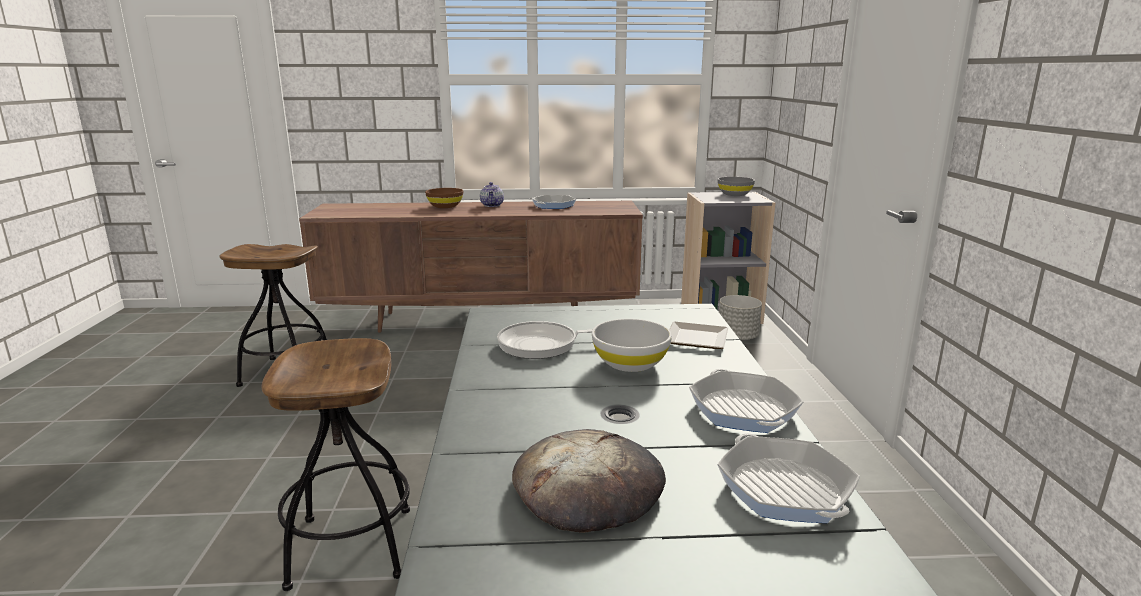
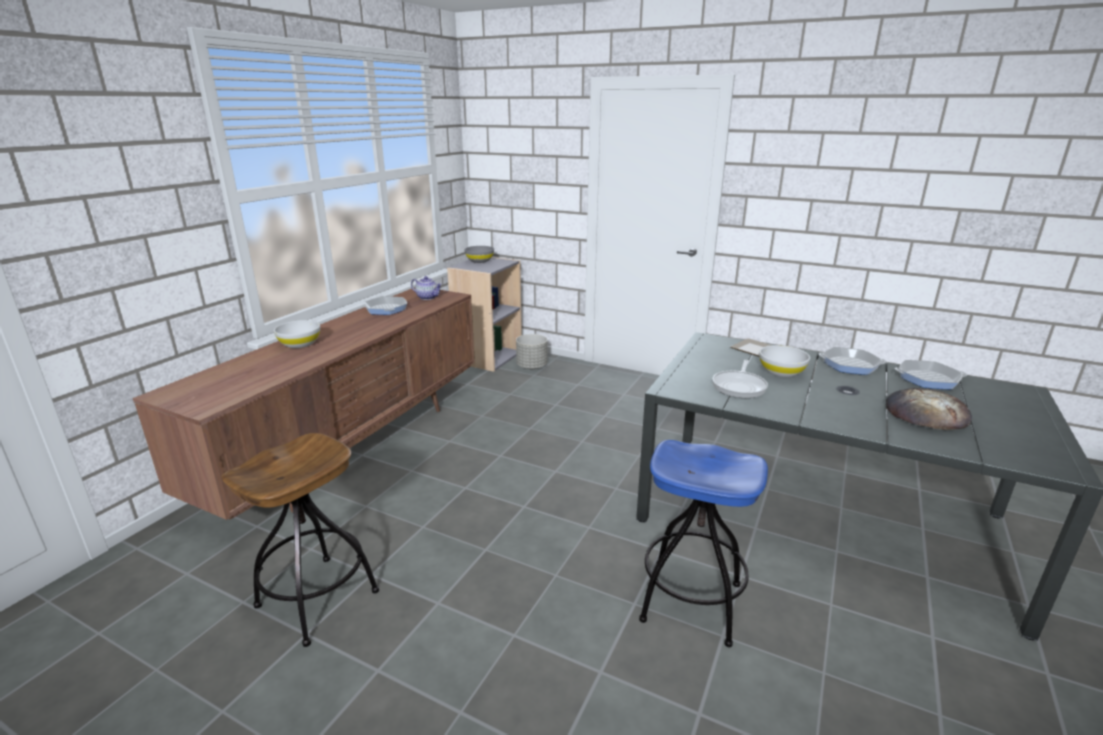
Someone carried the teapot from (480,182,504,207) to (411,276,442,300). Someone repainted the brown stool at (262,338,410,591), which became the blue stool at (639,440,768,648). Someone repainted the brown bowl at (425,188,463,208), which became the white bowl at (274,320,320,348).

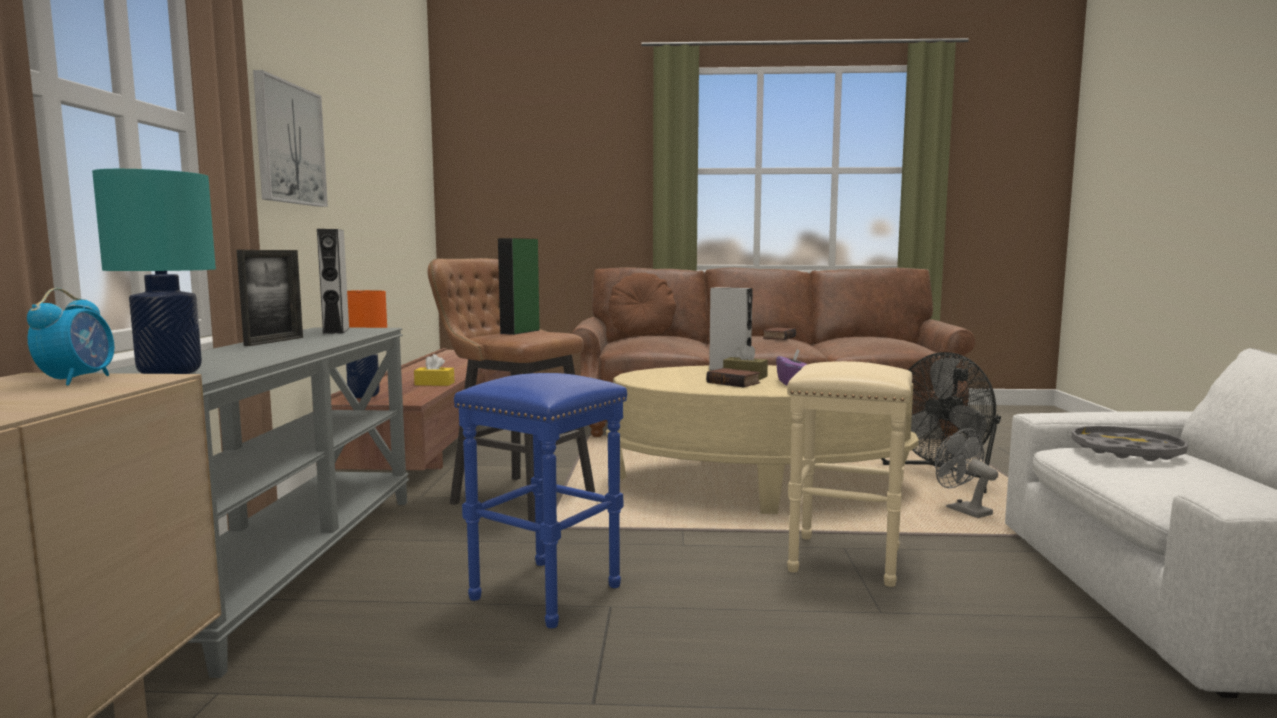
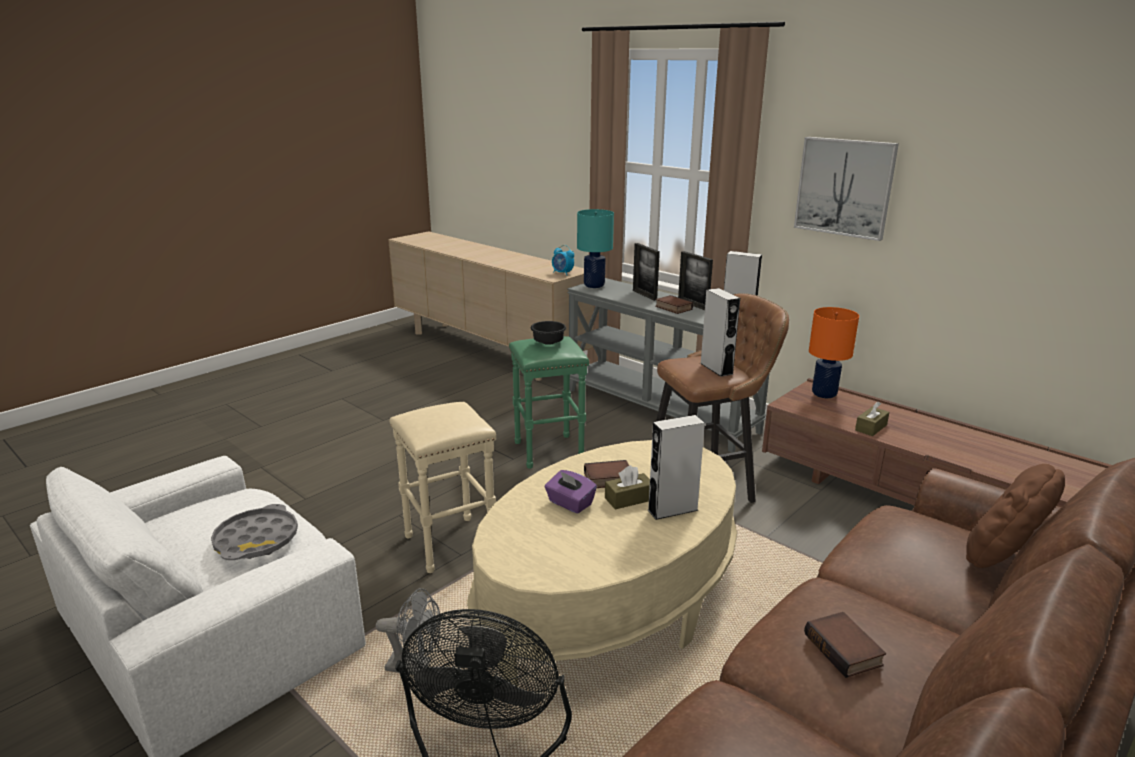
Someone put down the black bowl at (531,321,566,345). Someone put down the picture frame at (633,243,660,301). Someone put down the book at (655,295,693,314). Someone repainted the yellow tissue box at (414,354,454,386), which became the brown tissue box at (855,402,889,436). Someone repainted the blue stool at (454,373,627,628), which became the green stool at (509,336,589,469). Someone repainted the green speaker at (498,238,540,335), which became the grey speaker at (700,288,740,377).

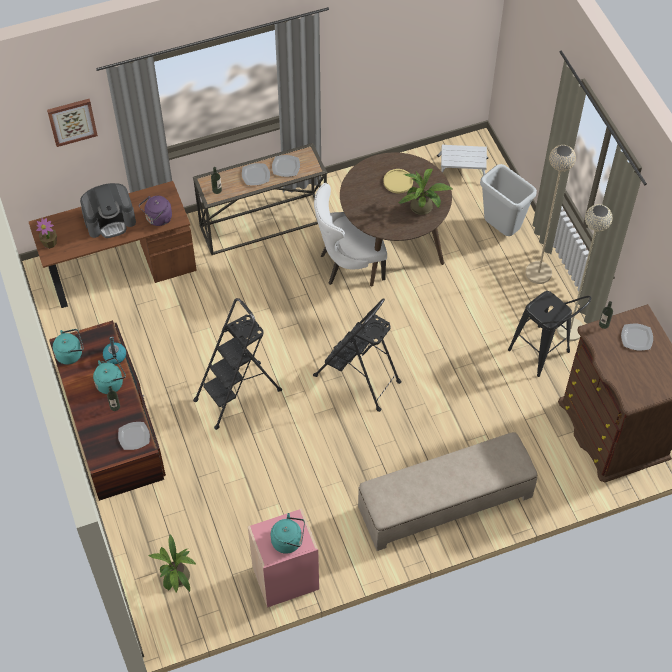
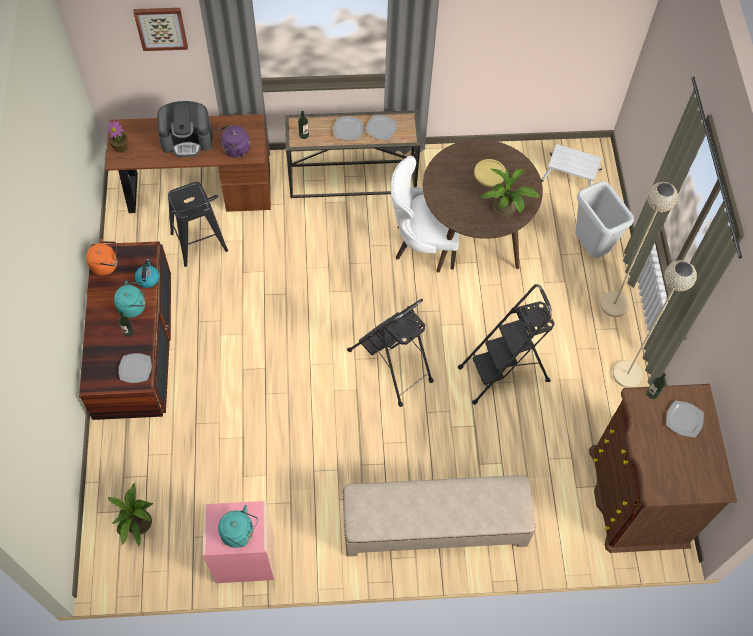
Someone carried the step ladder from (193,298,282,430) to (458,284,555,405). Someone carried the black stool from (508,291,592,377) to (168,182,228,267). Someone repainted the turquoise kettle at (53,329,84,365), which became the orange kettle at (86,239,117,276).

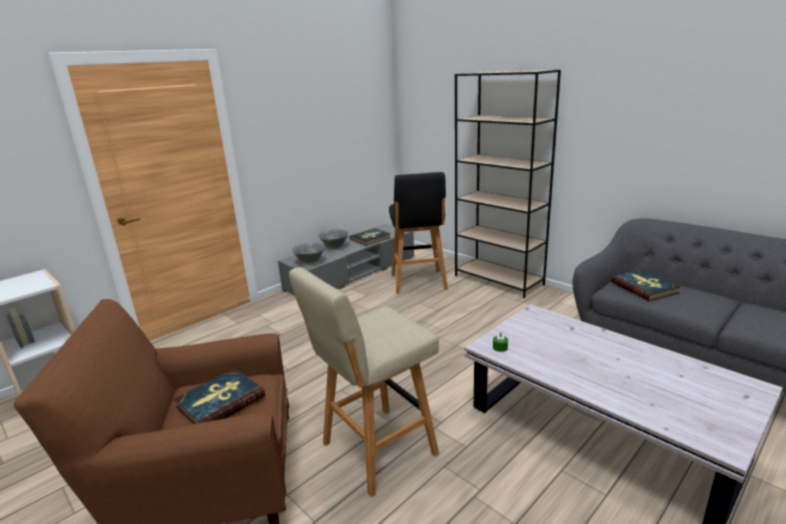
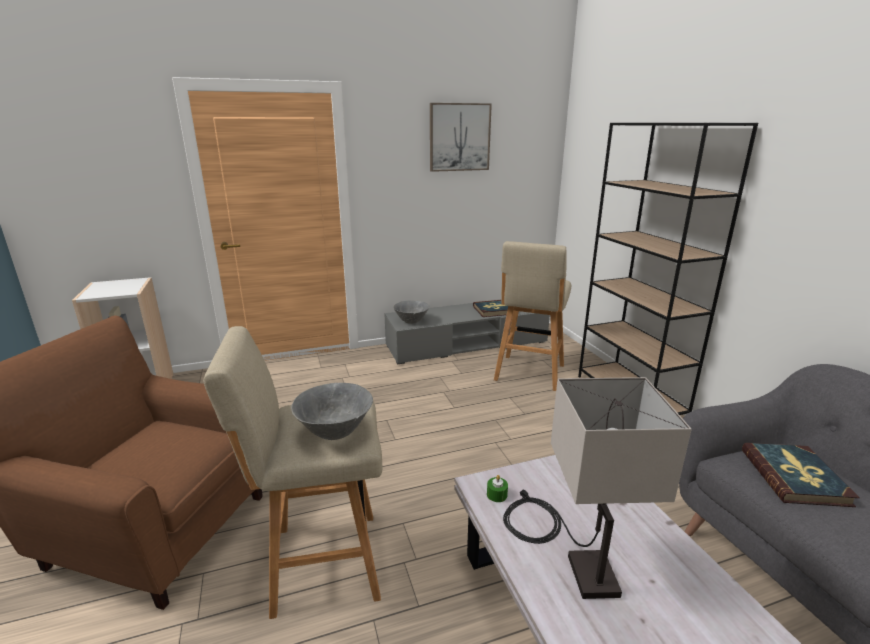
Someone took away the book at (174,368,265,424). Someone put up the picture at (430,103,492,172). Someone put down the table lamp at (503,377,692,599). Someone carried the grey bowl from (318,229,349,249) to (291,383,373,440). Someone repainted the black stool at (389,172,448,294), which became the beige stool at (494,241,571,391).

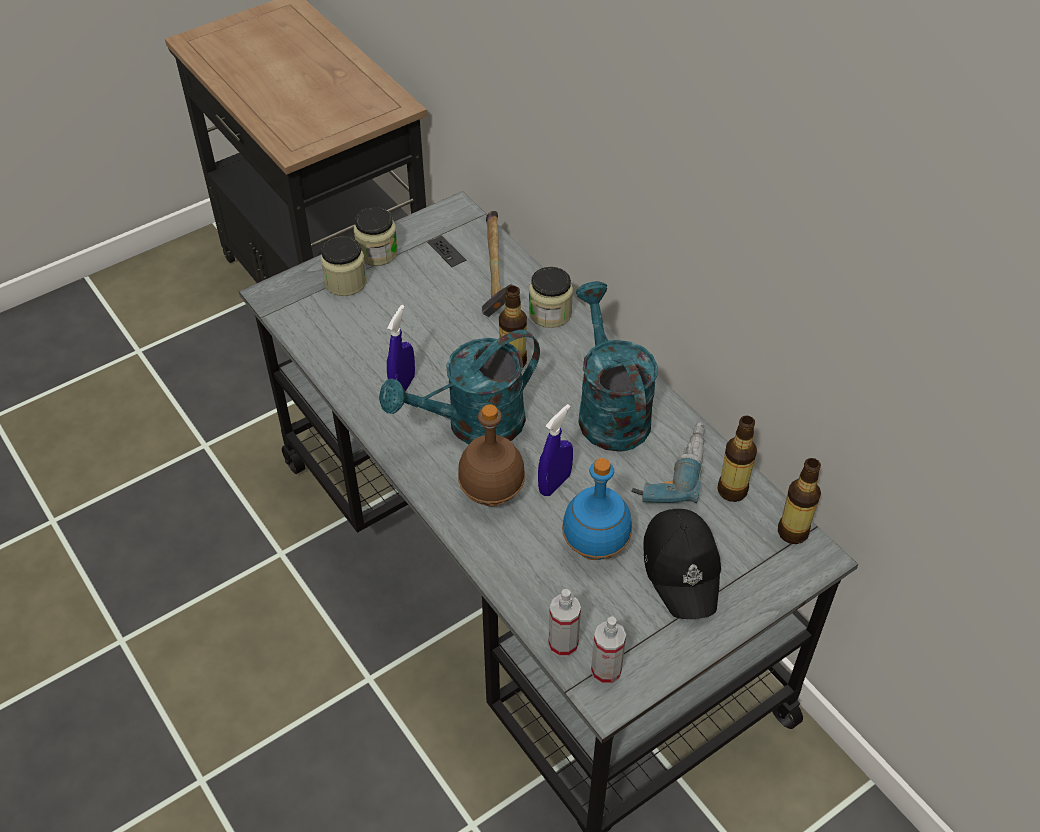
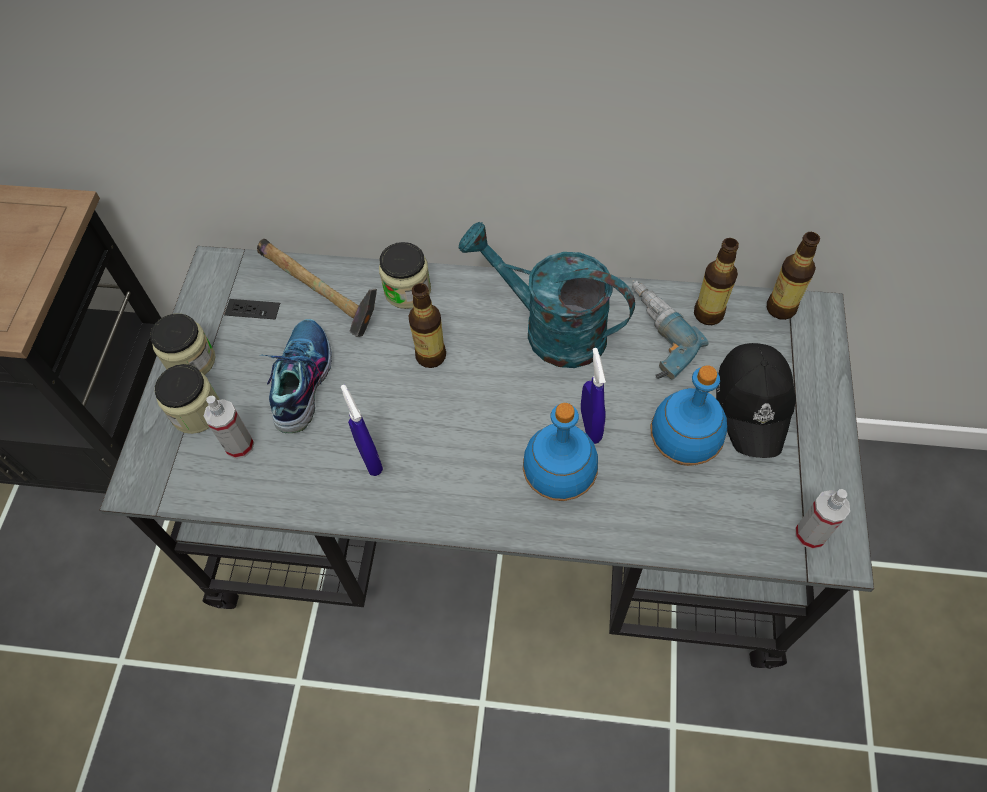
Someone took away the turquoise watering can at (379,330,540,444). Someone put down the shoe at (259,319,332,433). Someone carried the spray bottle from (548,589,581,657) to (204,396,254,459). Someone repainted the brown bottle at (458,404,525,507), which became the blue bottle at (523,403,598,501). Someone rotated the black cap at (644,509,721,619) by 60 degrees clockwise.

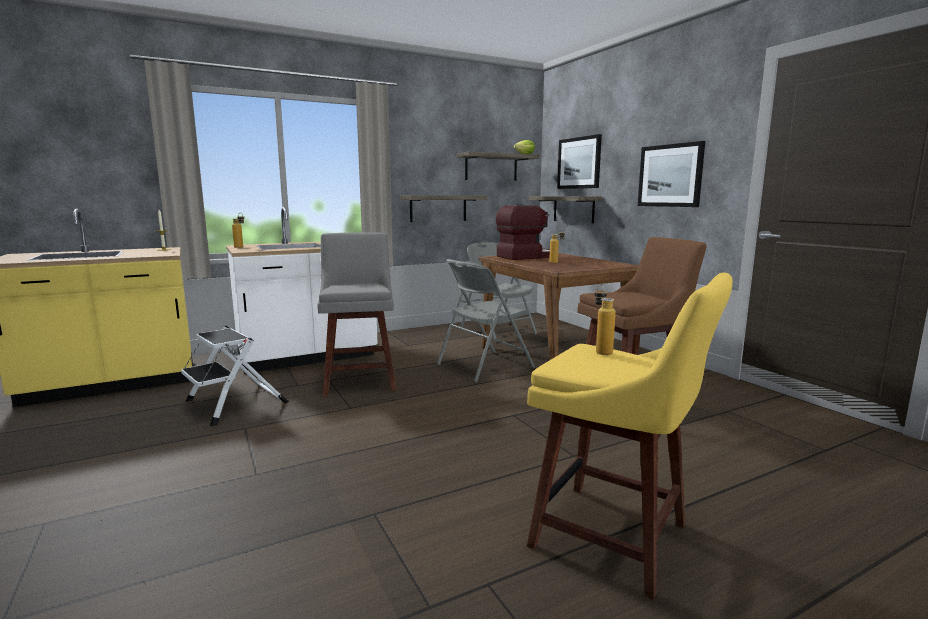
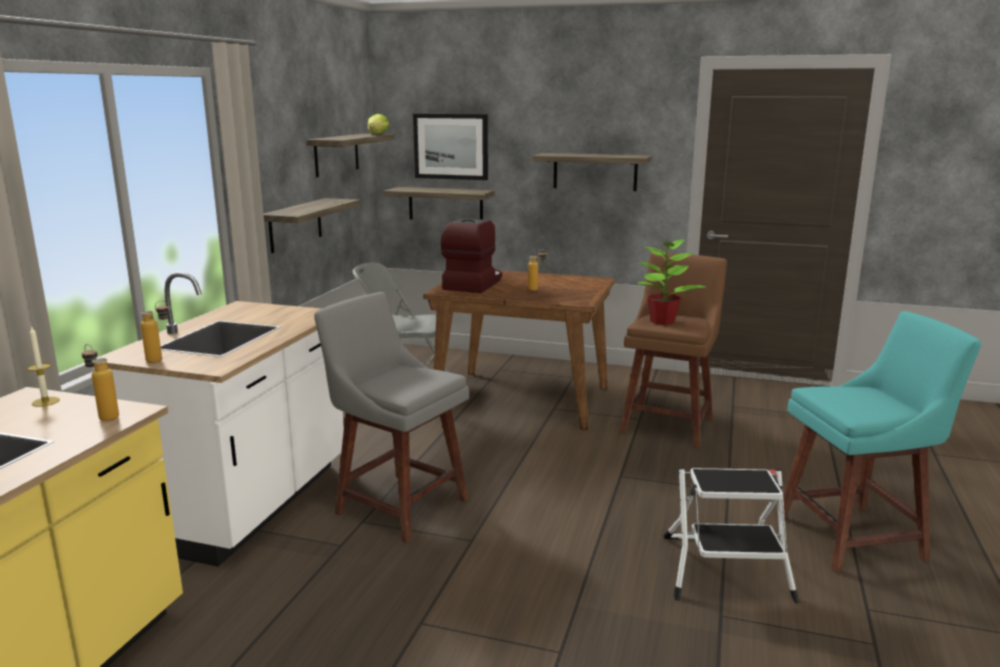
Someone took away the grey chair at (437,259,535,383). Someone put down the potted plant at (638,235,706,325). Someone carried the step ladder from (181,326,289,426) to (663,467,799,603). Someone carried the bottle from (594,284,616,355) to (82,344,119,421). Someone swapped the picture at (638,141,705,207) for the shelf at (533,153,652,191). Someone repainted the yellow stool at (527,273,733,600), which became the turquoise stool at (777,311,981,573).

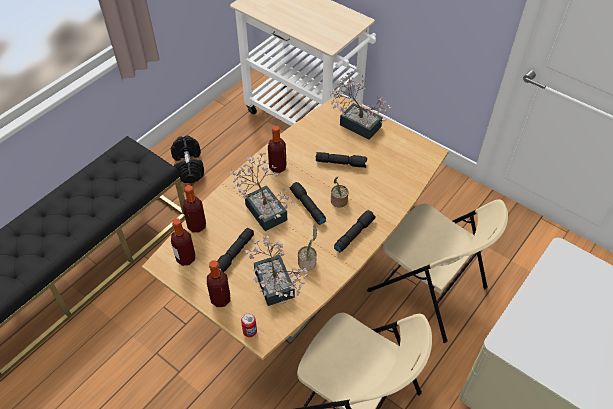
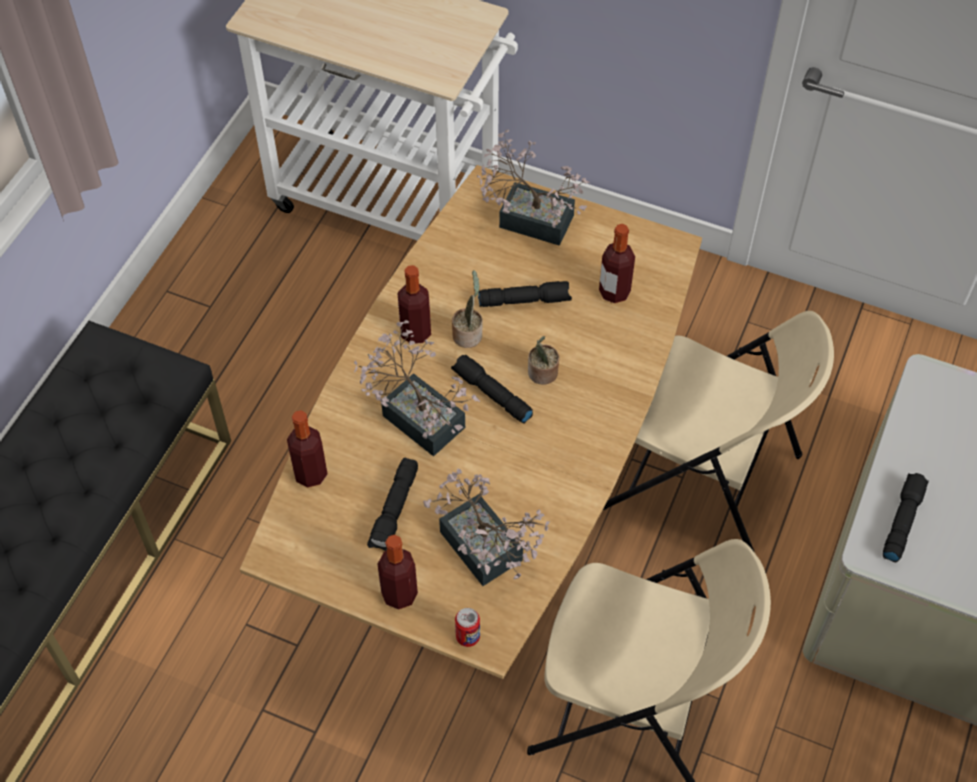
Someone took away the black dumbbell at (171,135,204,183). Someone carried the bottle from (171,218,195,266) to (599,224,635,303). Someone carried the potted plant from (298,224,317,271) to (452,270,483,348). Someone carried the black flashlight from (334,210,376,252) to (883,473,929,562).

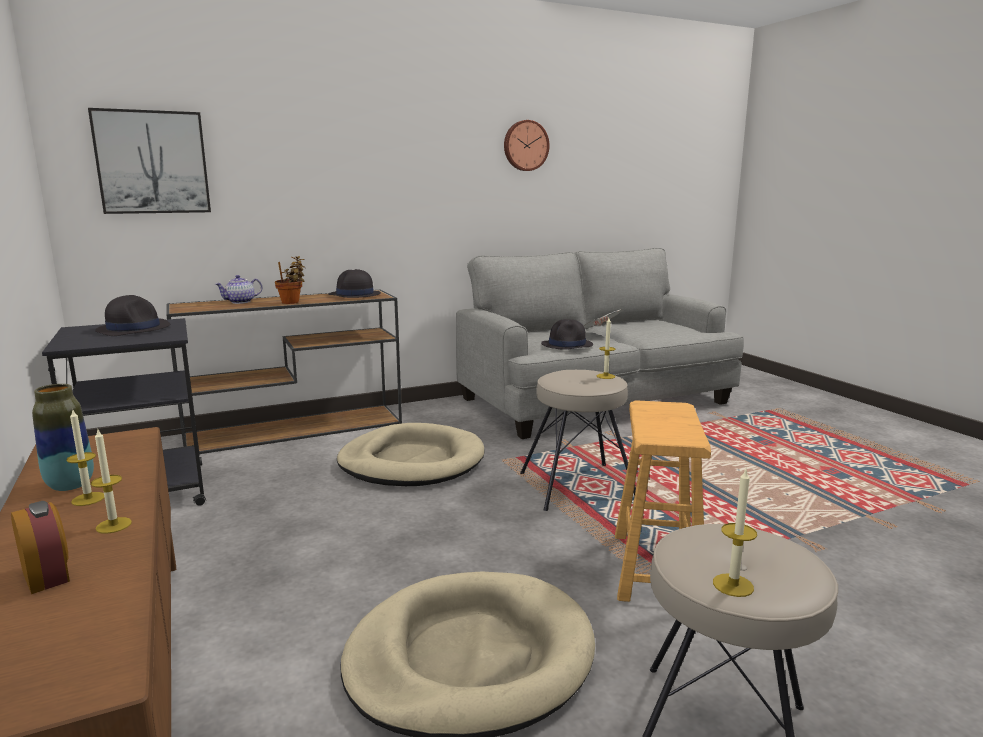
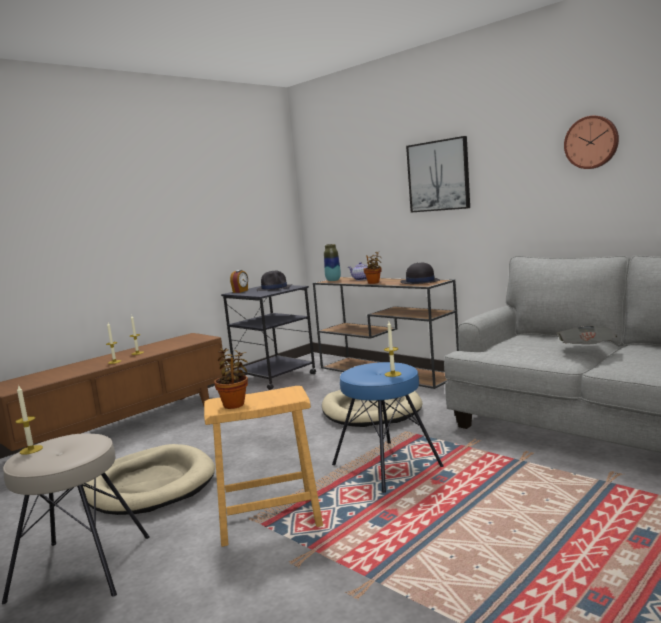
Someone took away the black hat at (541,319,593,350). Someone put down the potted plant at (214,348,248,409). Someone carried the alarm clock from (11,501,70,594) to (230,270,248,293). Someone carried the vase from (32,384,94,491) to (324,244,341,281). Someone carried the picture from (88,108,211,214) to (406,136,470,213). Someone repainted the beige stool at (520,370,636,511), which became the blue stool at (332,362,444,493).

